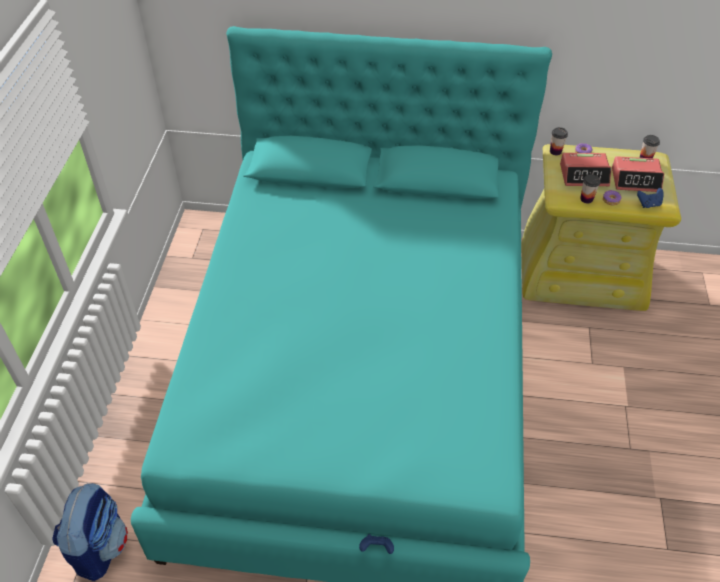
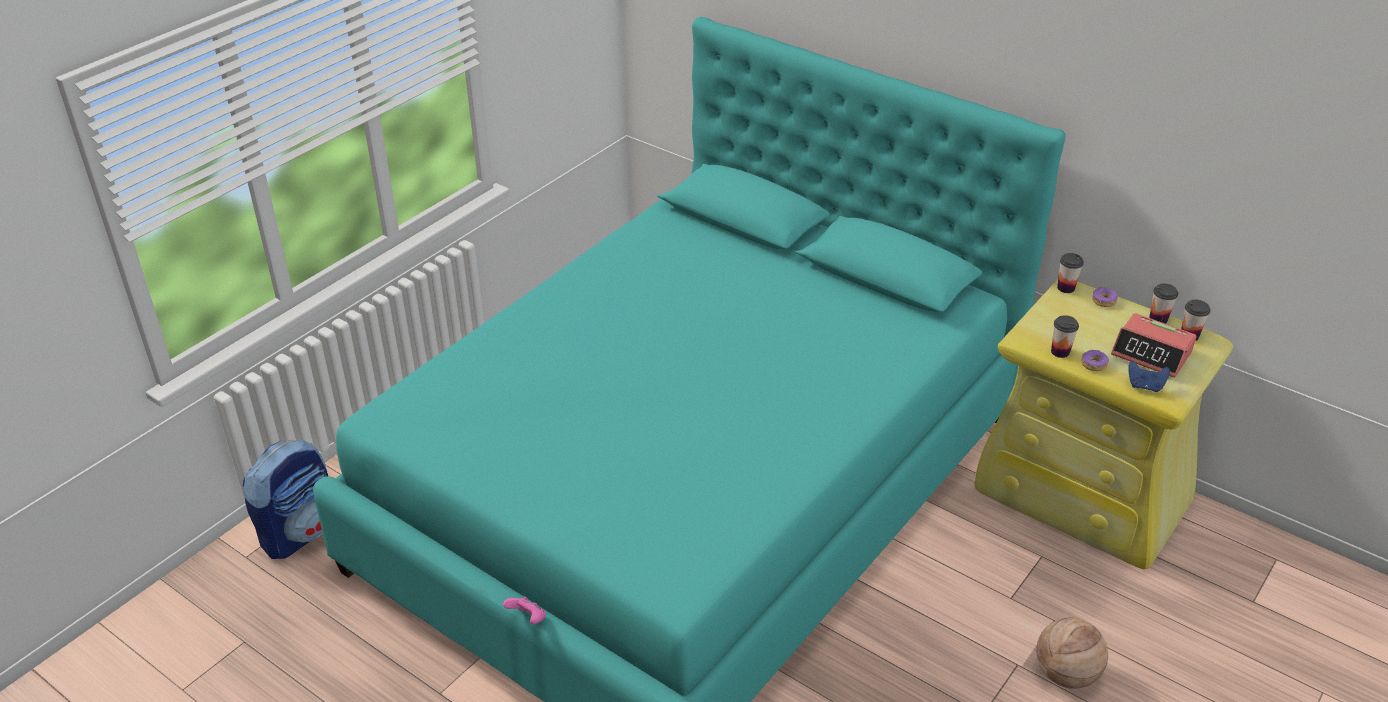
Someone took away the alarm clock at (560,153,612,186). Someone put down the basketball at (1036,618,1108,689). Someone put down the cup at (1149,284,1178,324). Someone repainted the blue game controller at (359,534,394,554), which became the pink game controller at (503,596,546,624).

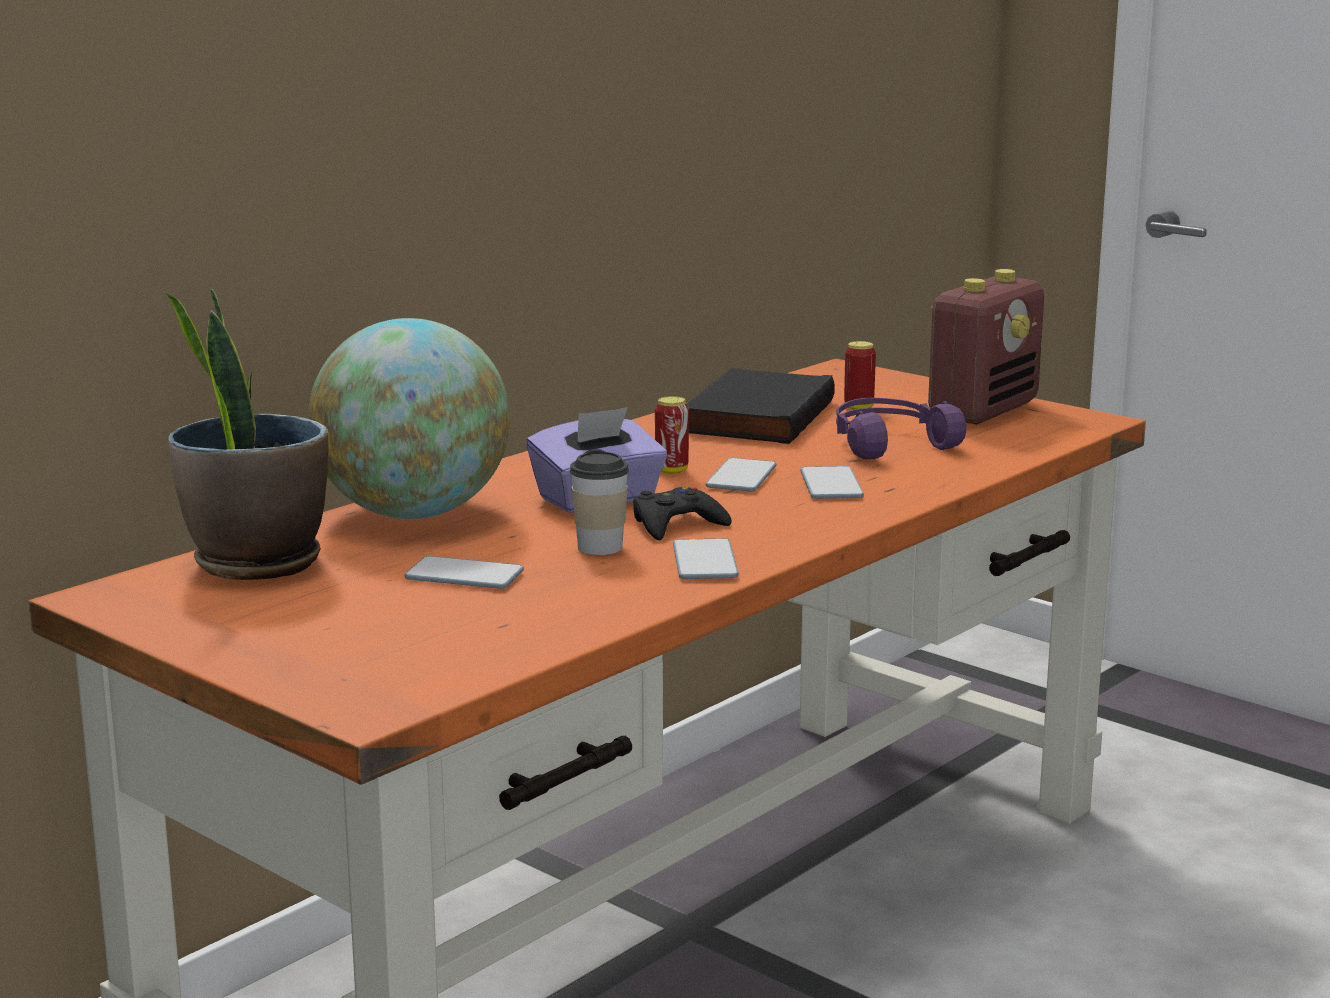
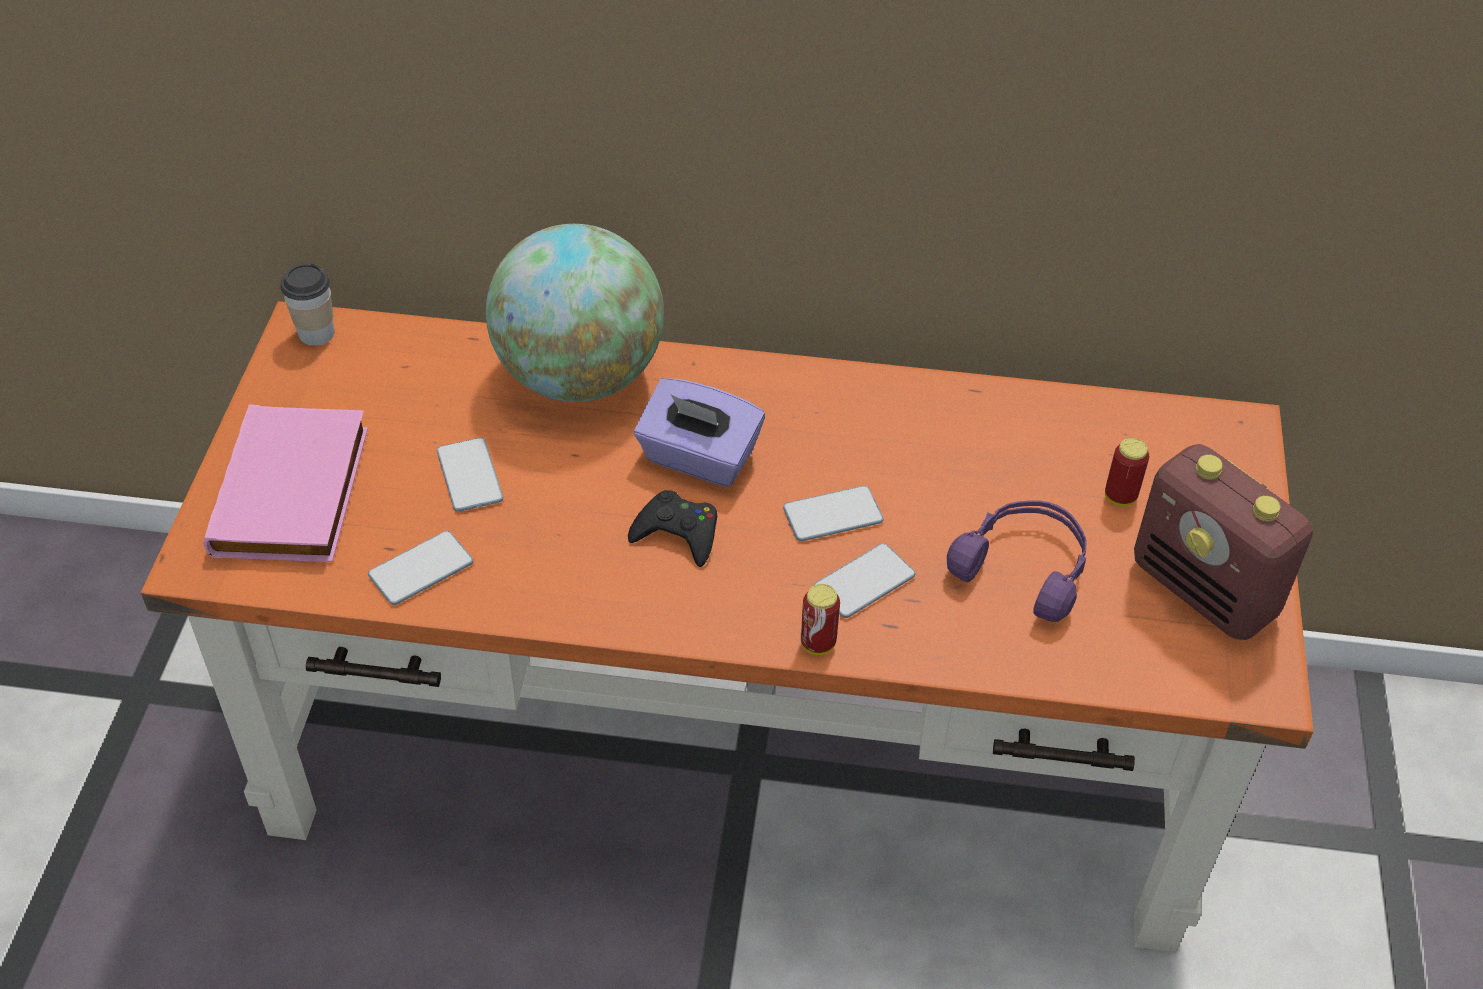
Someone took away the potted plant at (165,289,328,580). Someone took away the black book at (687,368,835,444). Someone put down the pink book at (204,404,368,562). Someone carried the cup from (570,449,629,555) to (281,264,334,346). Someone carried the can from (655,396,689,474) to (801,584,840,655). Someone carried the phone from (673,538,739,579) to (368,531,473,605). Someone rotated the radio at (928,269,1044,425) by 45 degrees clockwise.

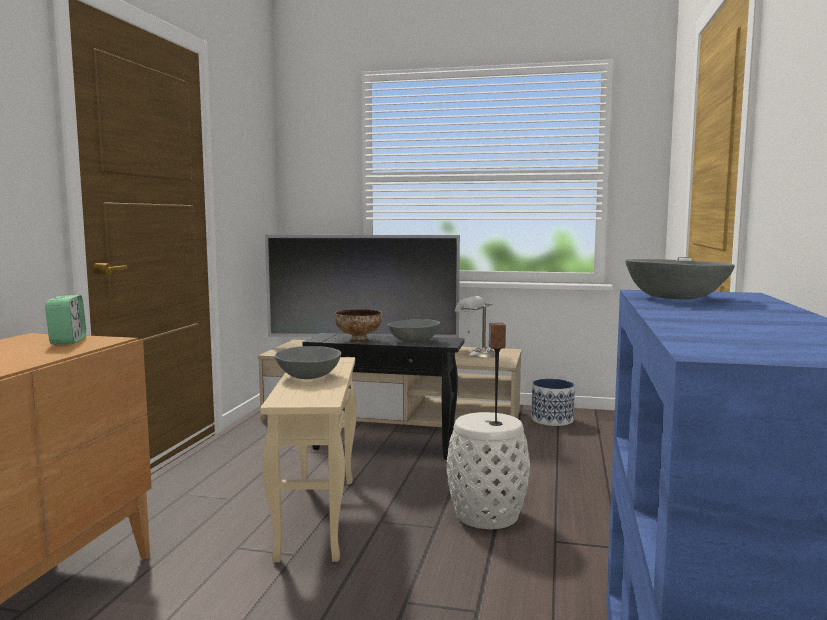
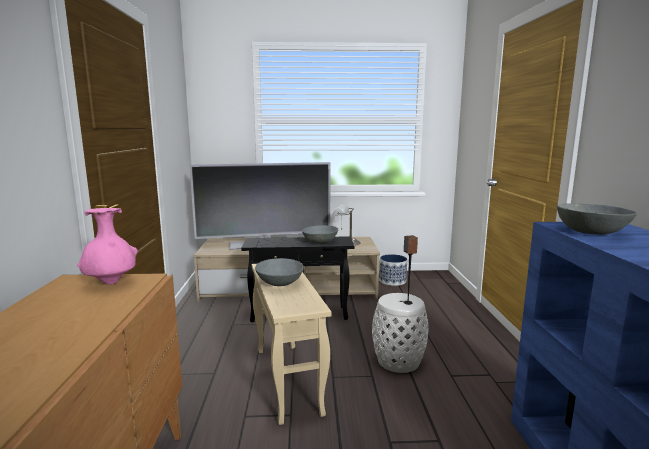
Someone took away the bowl at (335,309,382,343). Someone swapped the alarm clock at (45,295,86,345) for the pink vase at (77,208,138,285).

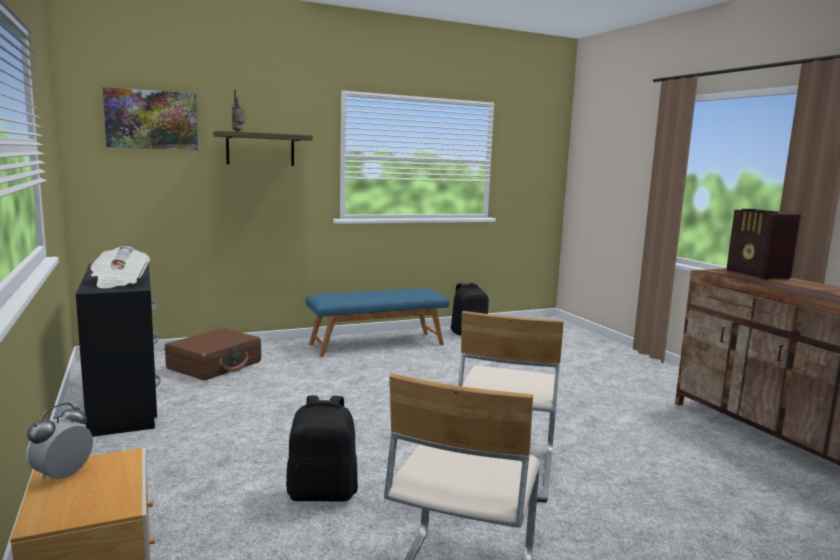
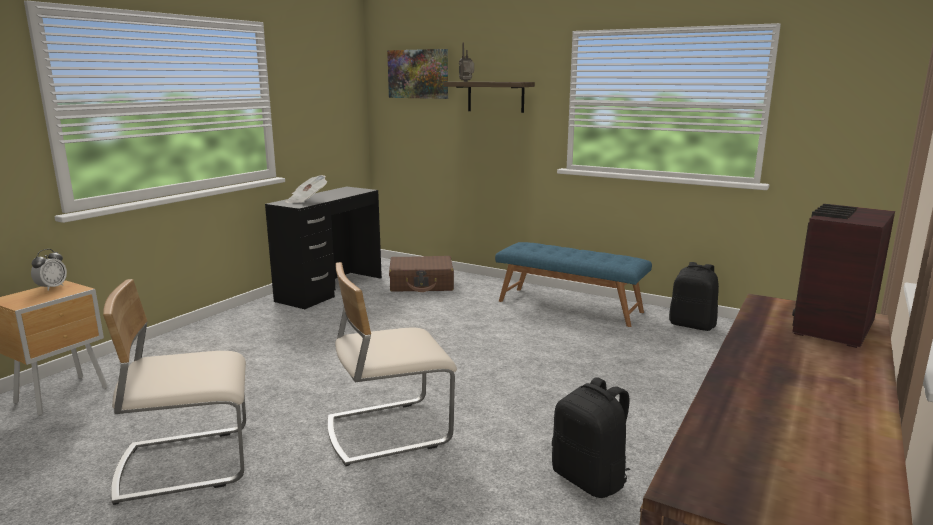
Someone carried the black backpack from (286,395,358,501) to (552,377,630,498). Someone rotated the alarm clock at (26,403,93,481) by 120 degrees clockwise.

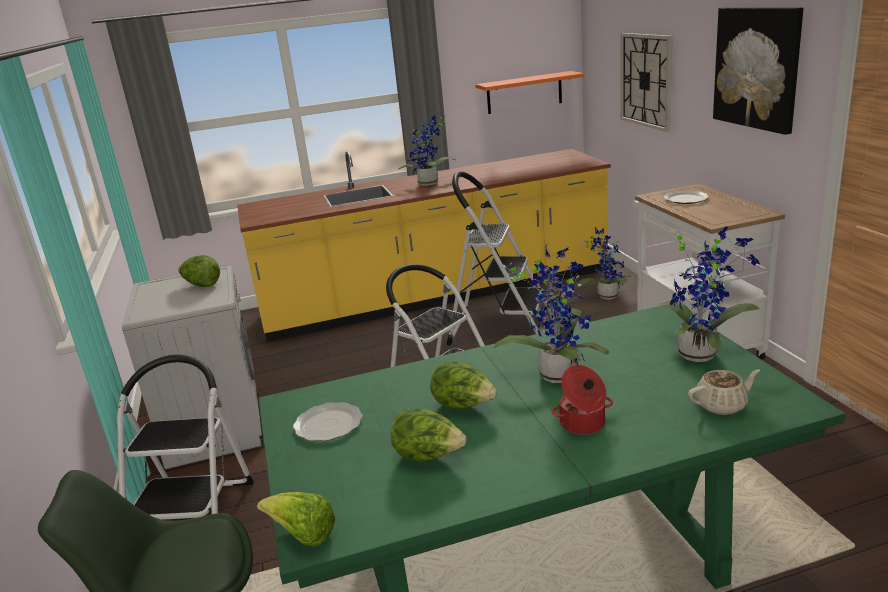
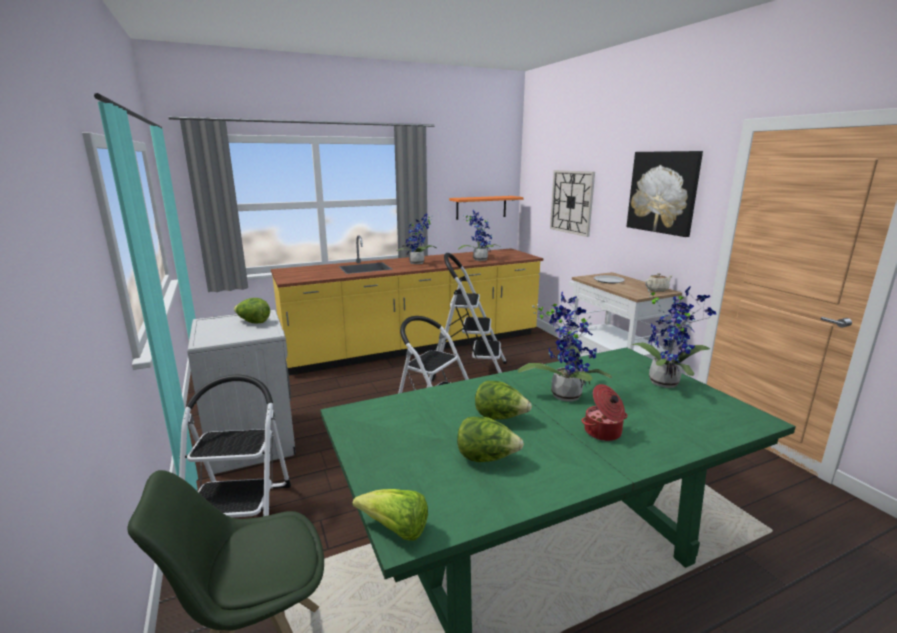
Someone took away the plate at (293,402,363,441). Someone carried the potted plant from (576,227,637,300) to (458,210,498,261). Someone carried the beige teapot from (688,369,760,415) to (645,273,673,292).

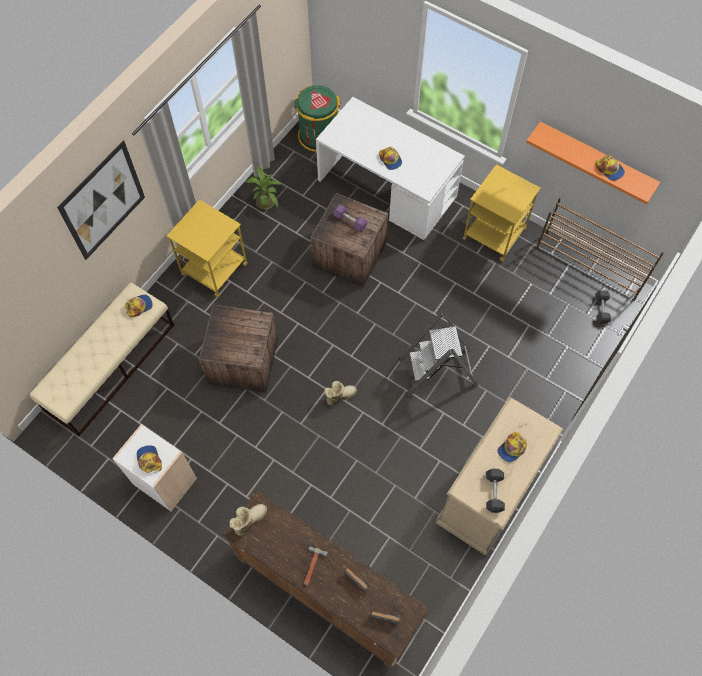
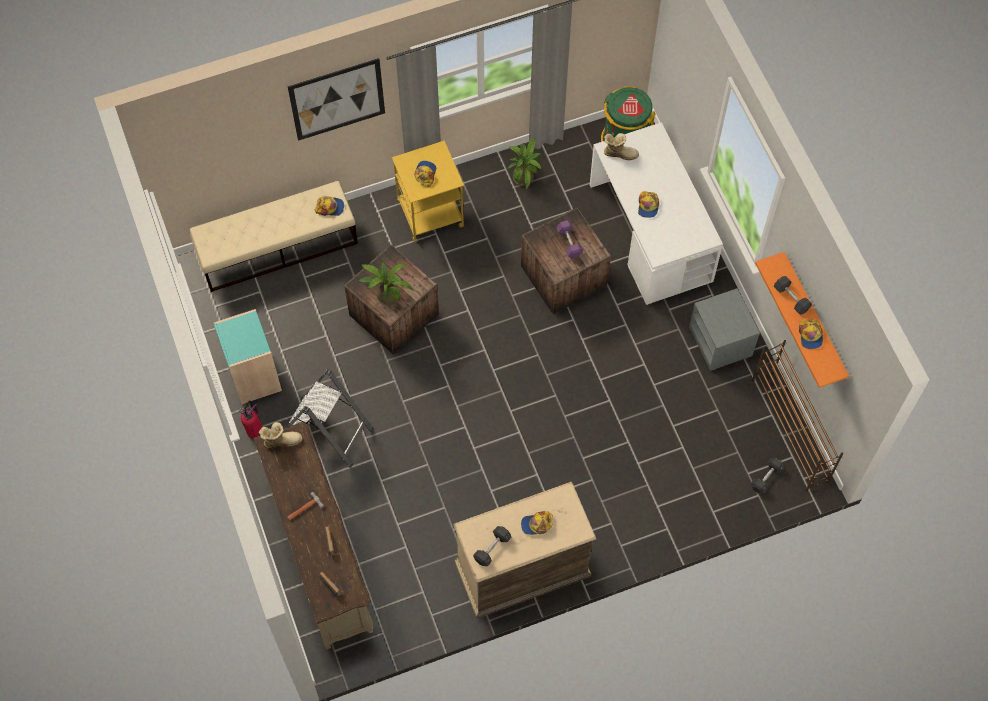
Someone put down the fire extinguisher at (239,401,263,439). Someone put down the potted plant at (359,262,414,306). Someone put down the grey dumbbell at (774,276,812,315). Someone carried the cap from (137,445,162,473) to (414,161,436,187). Someone carried the boot from (324,381,357,405) to (604,133,639,160). Someone carried the grey step ladder from (399,311,478,397) to (285,369,373,468). Someone swapped the yellow cart at (463,164,541,261) for the grey nightstand at (689,288,760,371). Someone repainted the white bookcase at (112,424,197,511), which became the turquoise bookcase at (214,309,282,405).

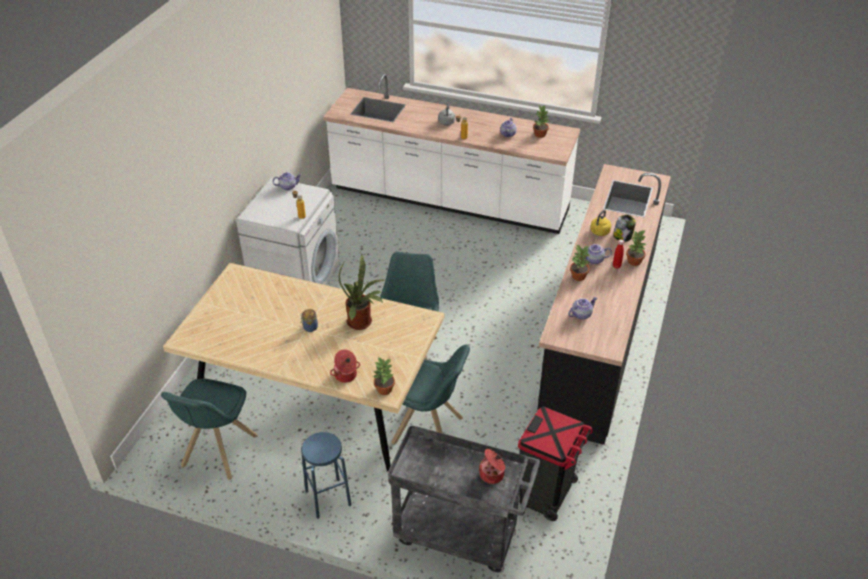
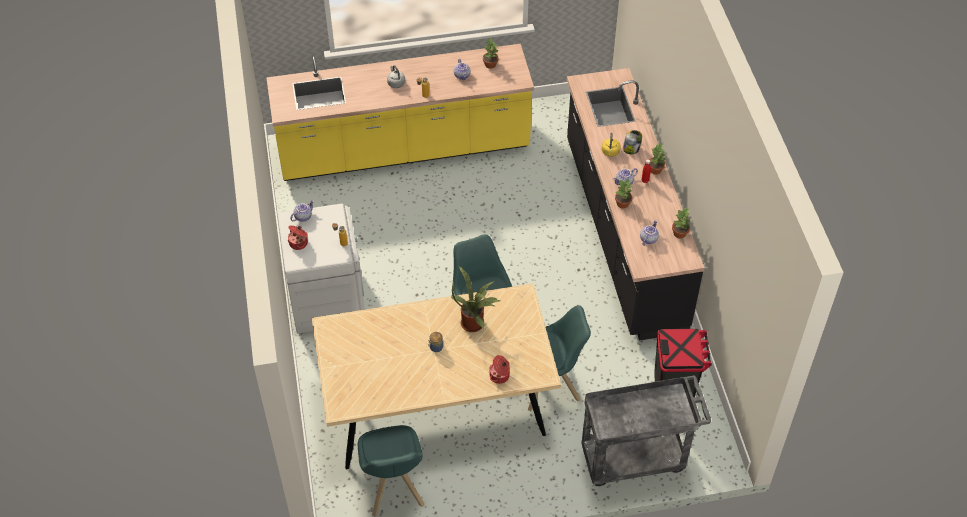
Someone took away the blue stool at (301,432,351,519). Someone carried the potted plant from (373,357,395,395) to (672,208,690,239). Someone carried the cooking pot from (479,449,506,484) to (288,226,308,250). Someone repainted the white counter at (323,74,580,234), which became the yellow counter at (266,44,534,181).

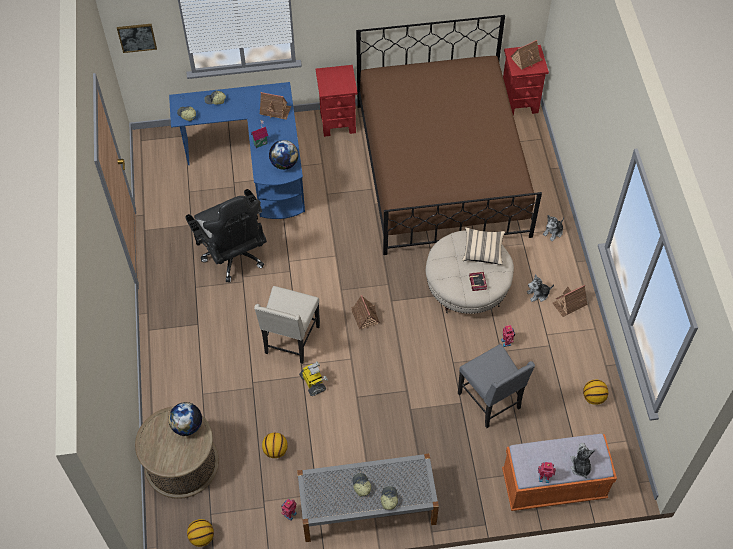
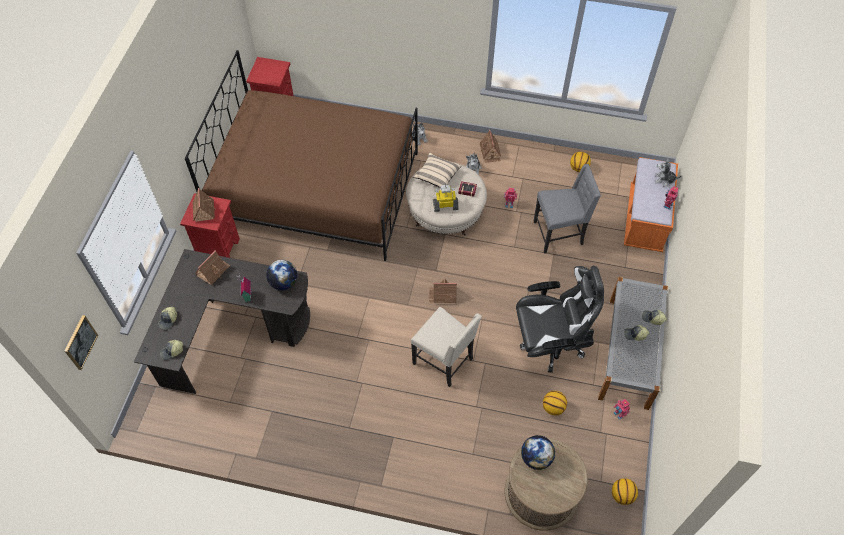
Someone carried the black office chair from (185,189,267,283) to (516,265,604,373). Someone carried the toy robot from (299,361,328,396) to (433,185,458,212). Someone carried the toy house from (511,40,542,70) to (193,188,216,222). Someone repainted the blue desk at (169,82,305,219), which became the black desk at (134,249,310,394).

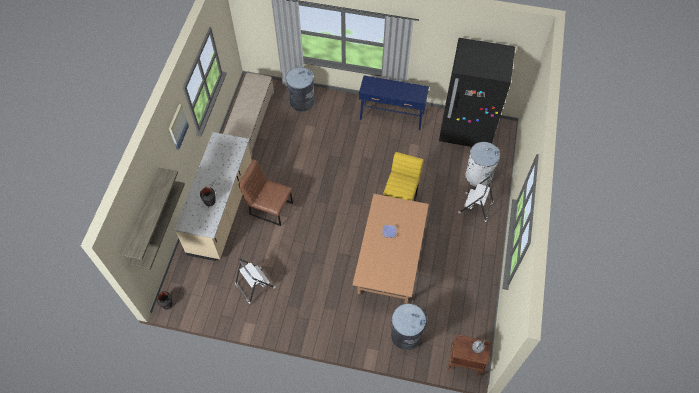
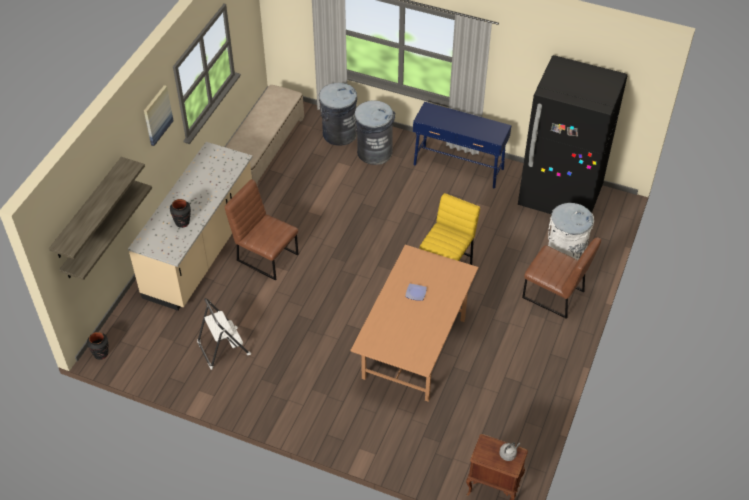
Someone carried the grey trash can from (390,304,427,350) to (355,100,395,165). Someone swapped the white step ladder at (458,176,493,222) for the brown chair at (522,237,601,319).

